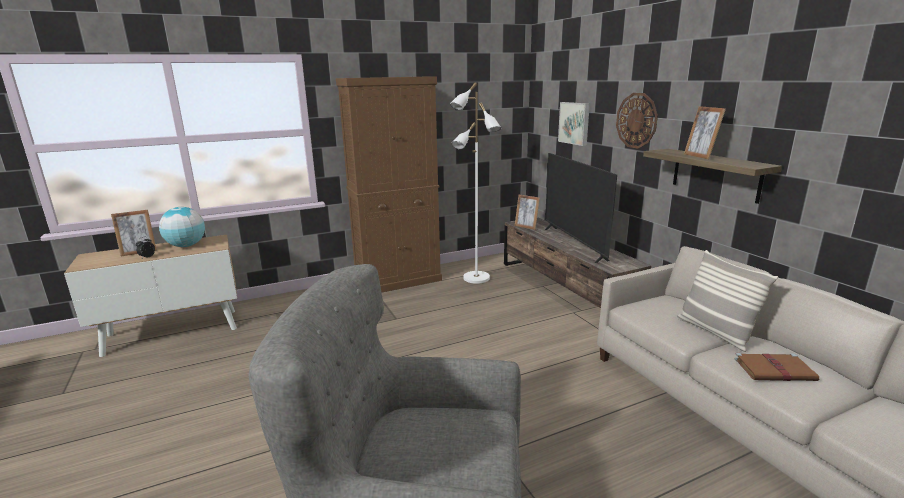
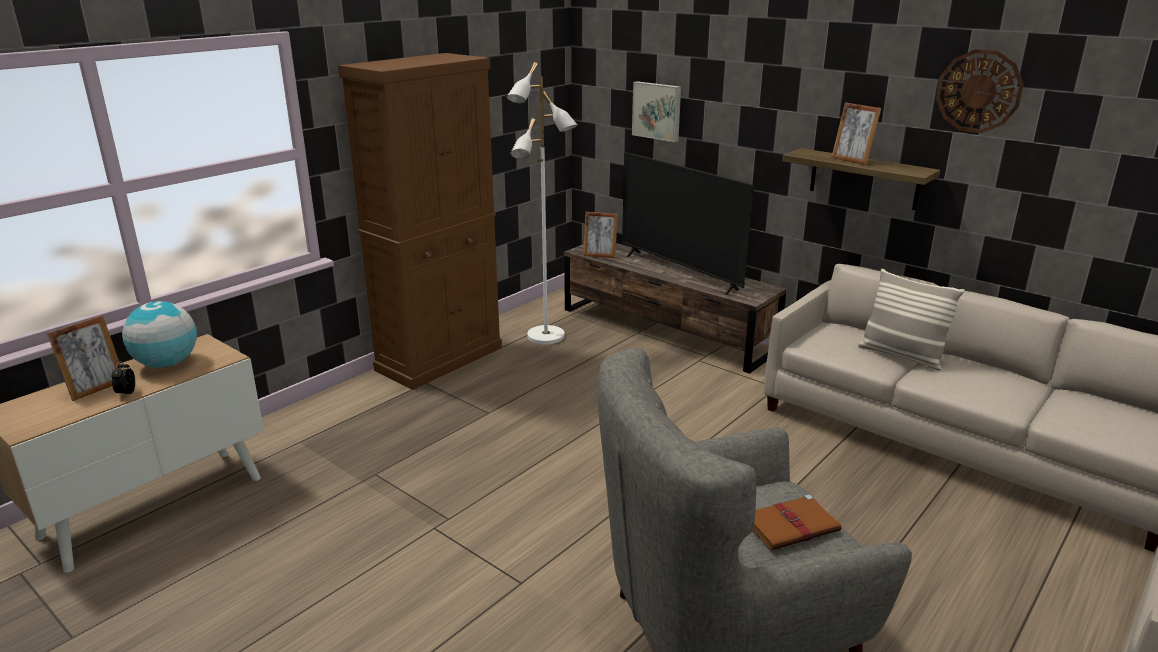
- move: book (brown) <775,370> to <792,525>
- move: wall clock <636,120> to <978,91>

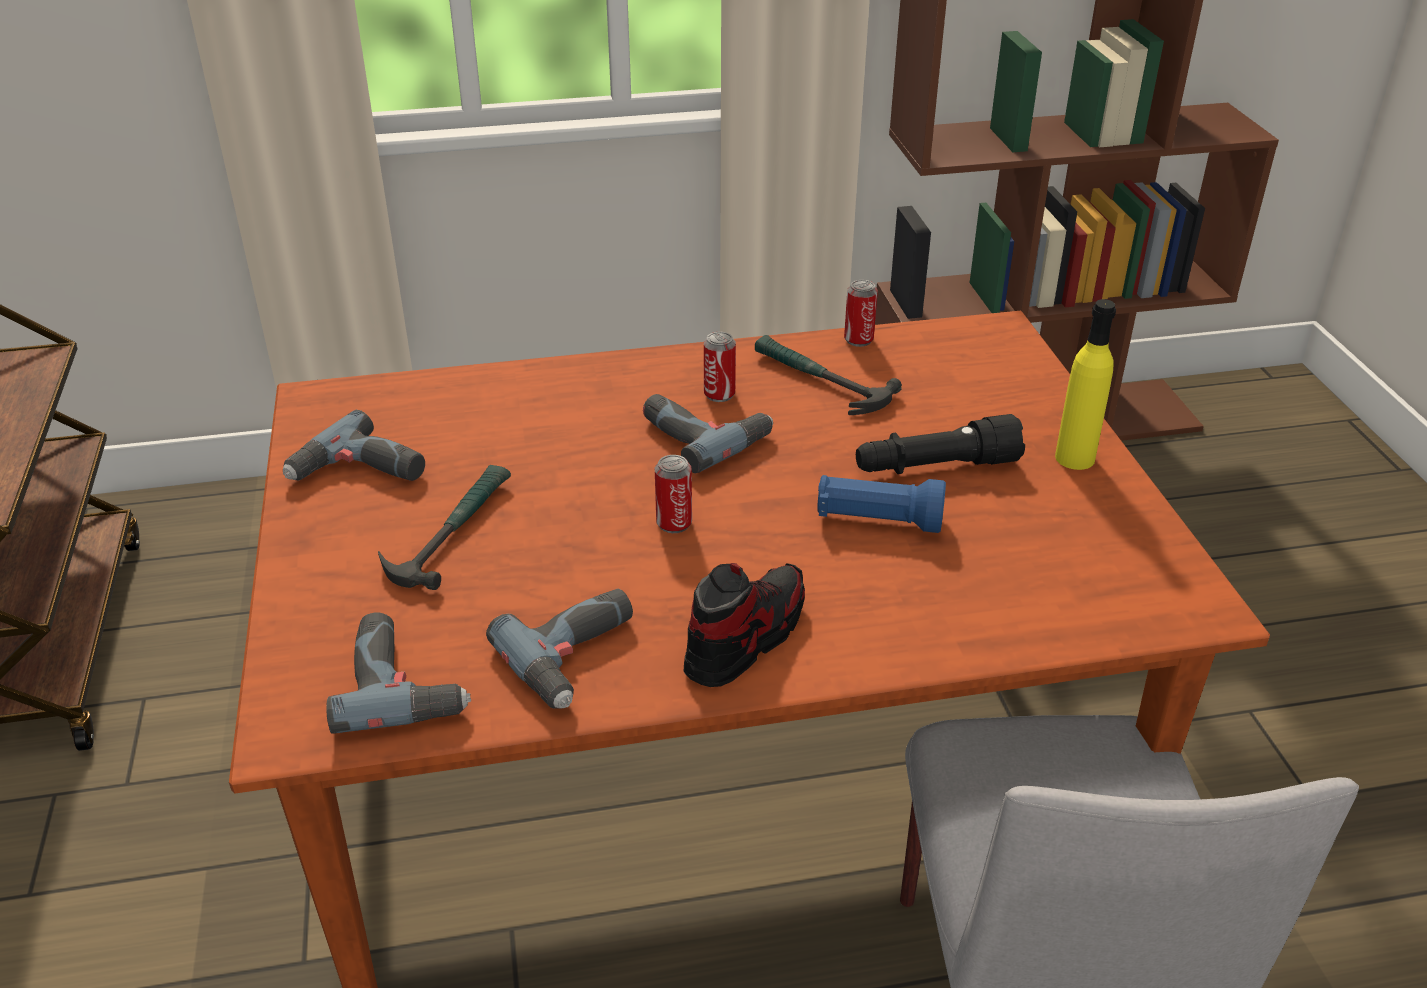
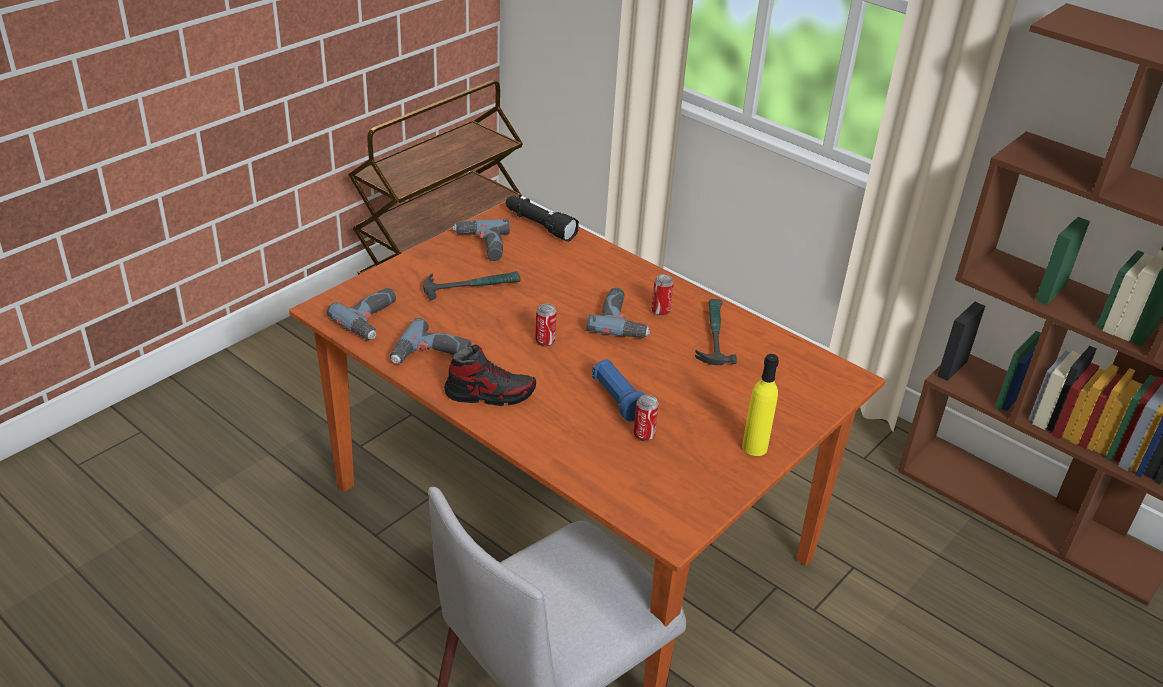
- move: flashlight (black) <935,467> to <539,225>
- move: can <858,340> to <644,435>

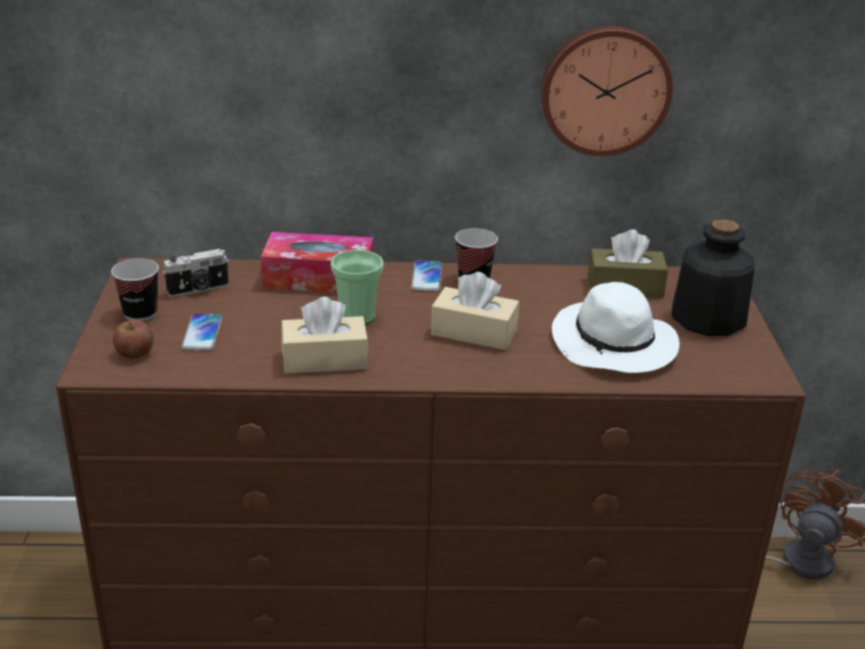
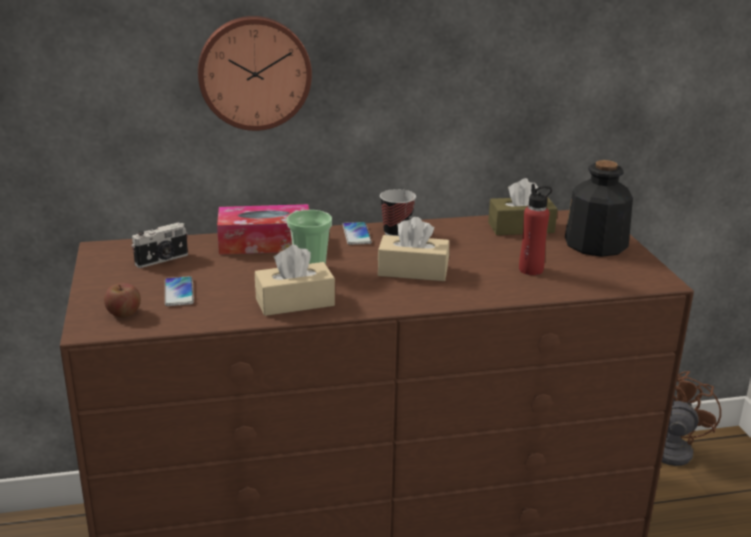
- move: wall clock <605,89> to <254,72>
- replace: hat (white) <614,345> to bottle (red) <531,270>
- delete: cup <140,313>

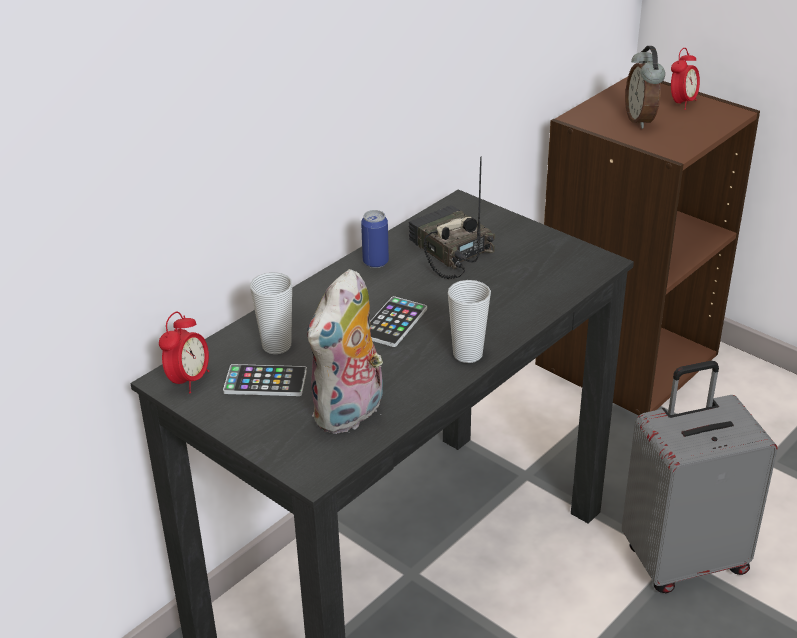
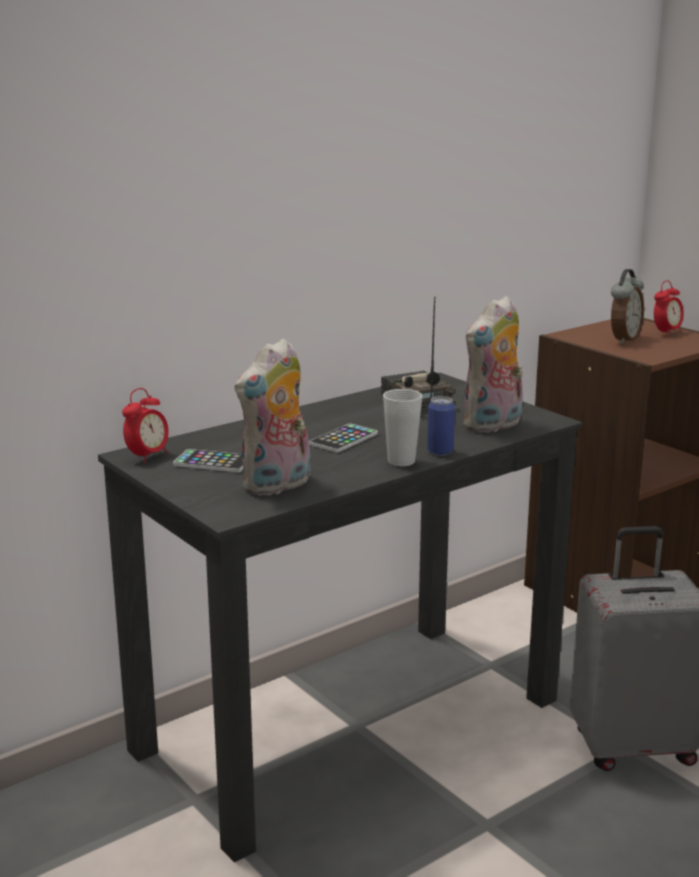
- move: can <375,262> to <440,452>
- insert: plush toy <493,425>
- rotate: alarm clock <641,120> = <623,339> 150 degrees counterclockwise
- delete: cup <276,346>

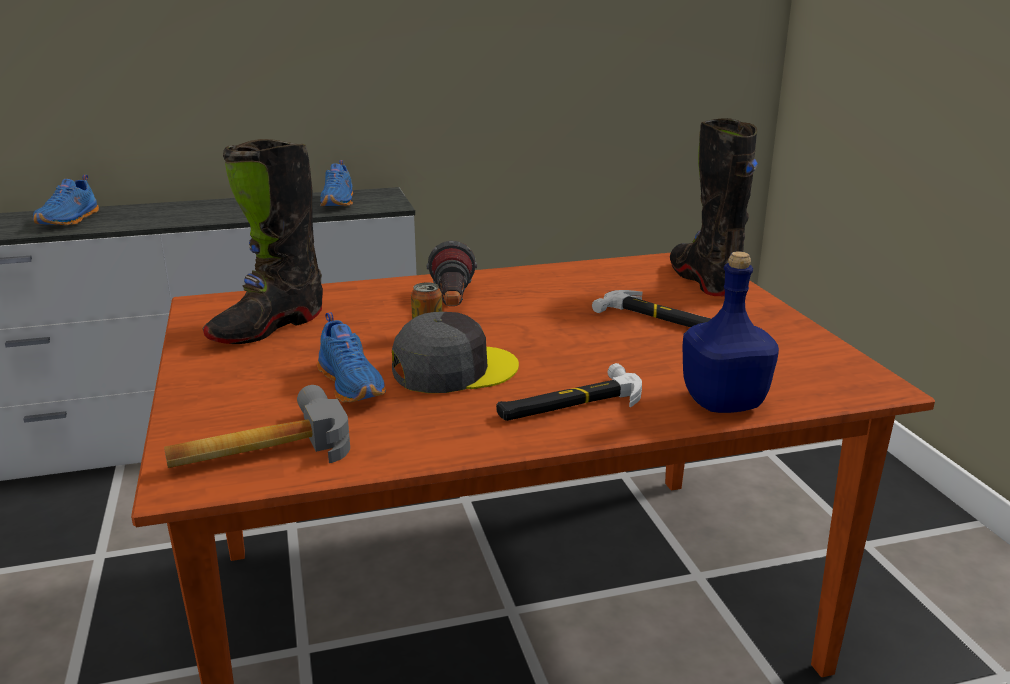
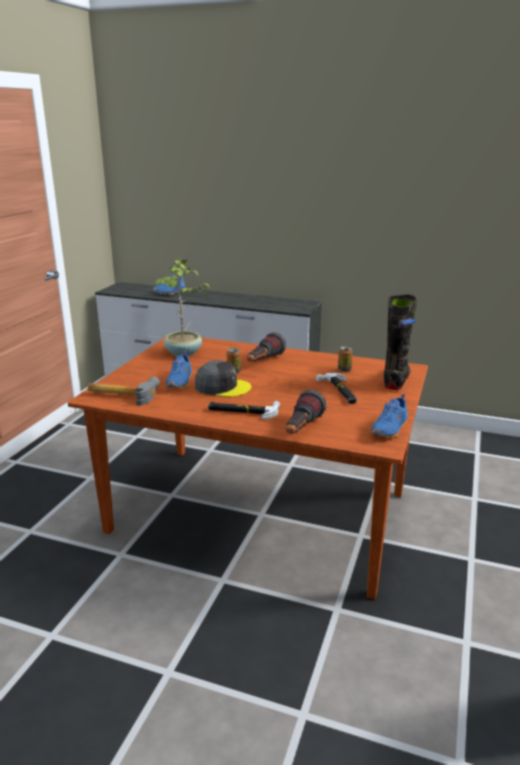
- replace: boot (black) <267,328> to potted plant <183,353>
- replace: bottle (blue) <721,403> to flashlight <301,429>
- insert: can <344,370>
- move: shoe (blue) <339,202> to <390,429>

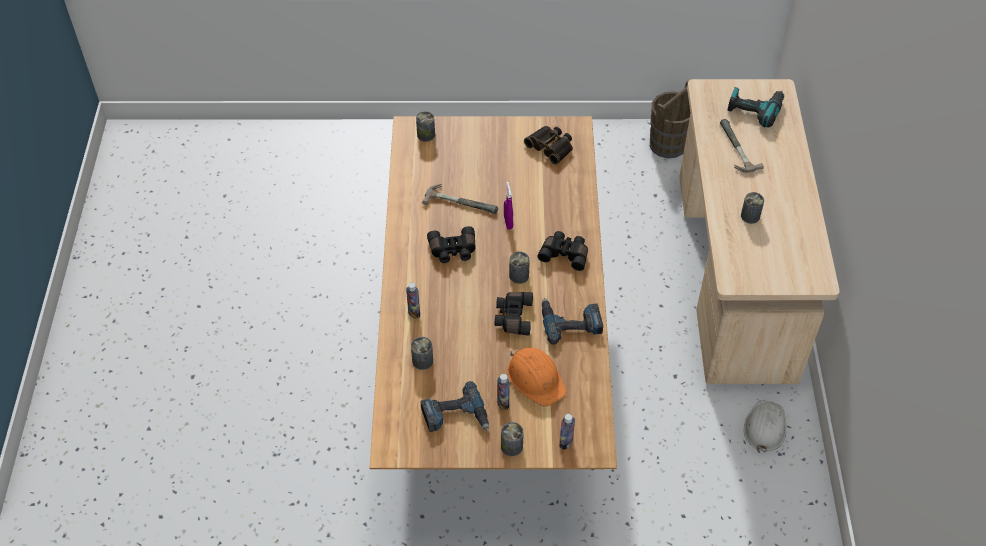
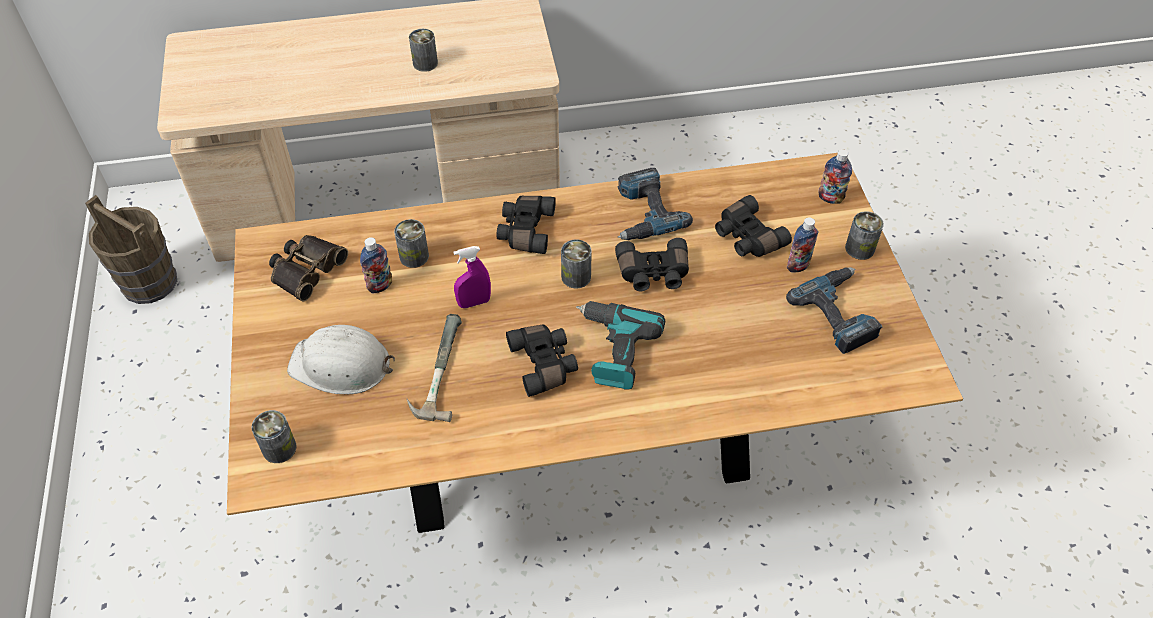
- move: hard hat (white) <764,427> to <341,365>
- move: bottle <414,312> to <380,285>
- move: can <422,361> to <414,256>
- move: power drill <754,109> to <613,350>
- replace: hard hat (orange) <535,378> to binoculars (black) <747,237>
- delete: hammer <733,148>

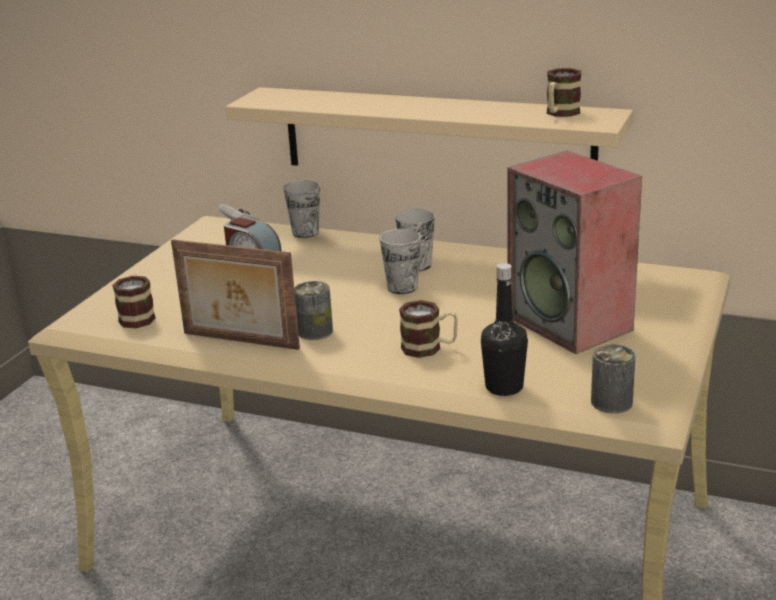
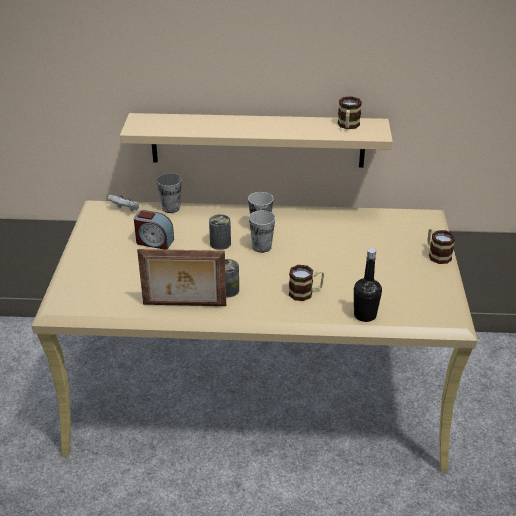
- move: can <611,402> to <220,243>
- move: mug <137,316> to <437,254>
- delete: speaker <572,323>

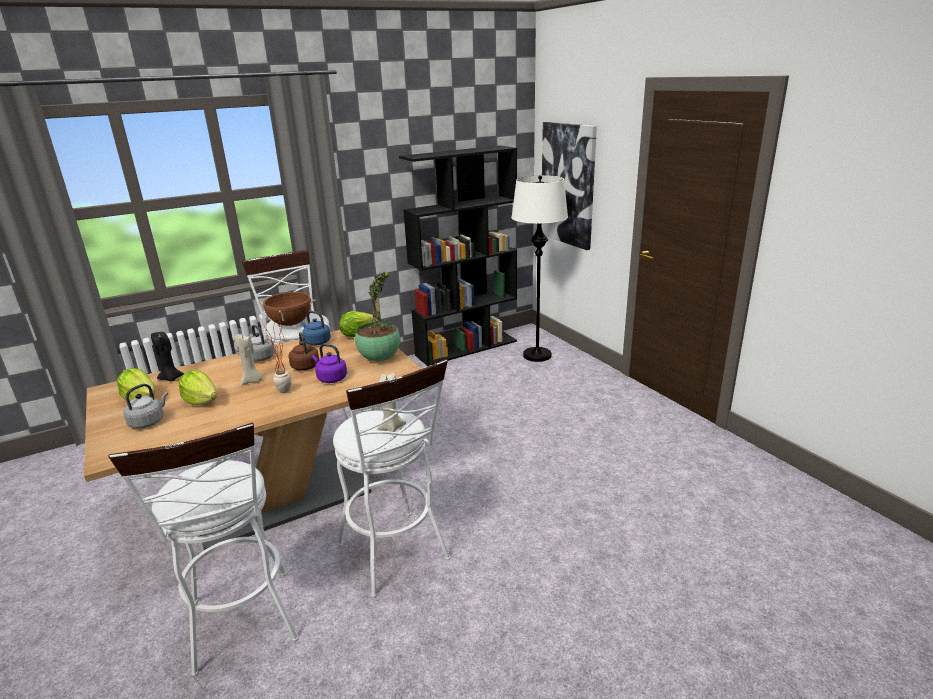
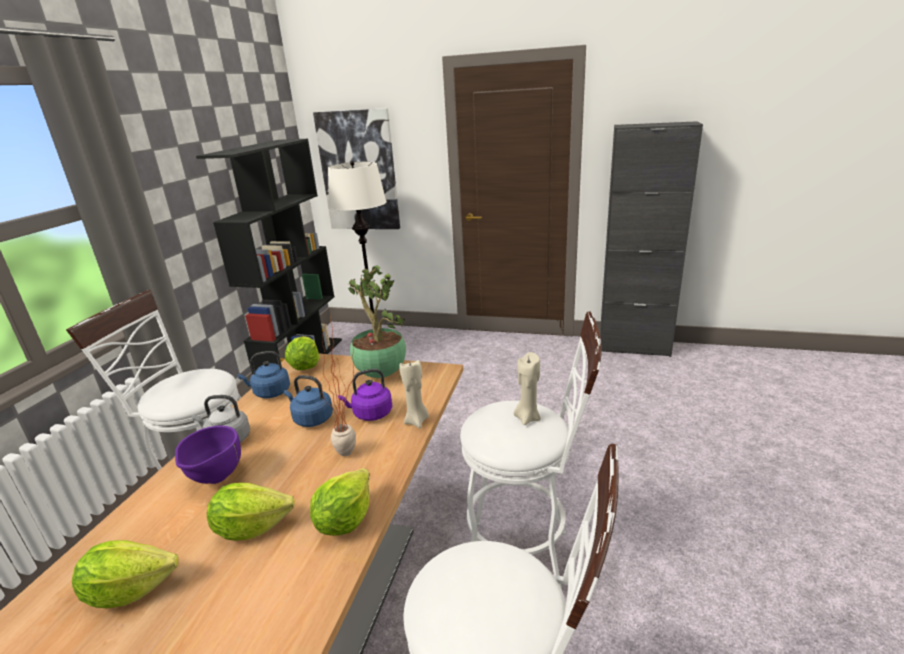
- insert: bowl (purple) <215,479>
- recolor: kettle (brown) <305,366> to kettle (blue) <311,419>
- insert: lettuce <345,520>
- move: candle (beige) <252,381> to <417,421>
- insert: cabinet (black) <634,347>
- delete: kettle (grey) <148,421>
- delete: candle (black) <171,378>
- delete: cooking pot (brown) <291,324>

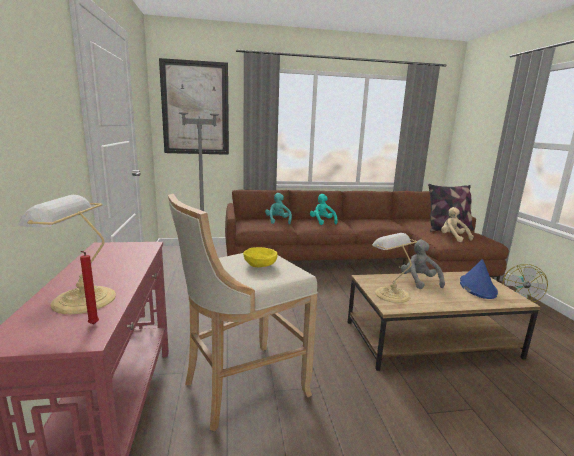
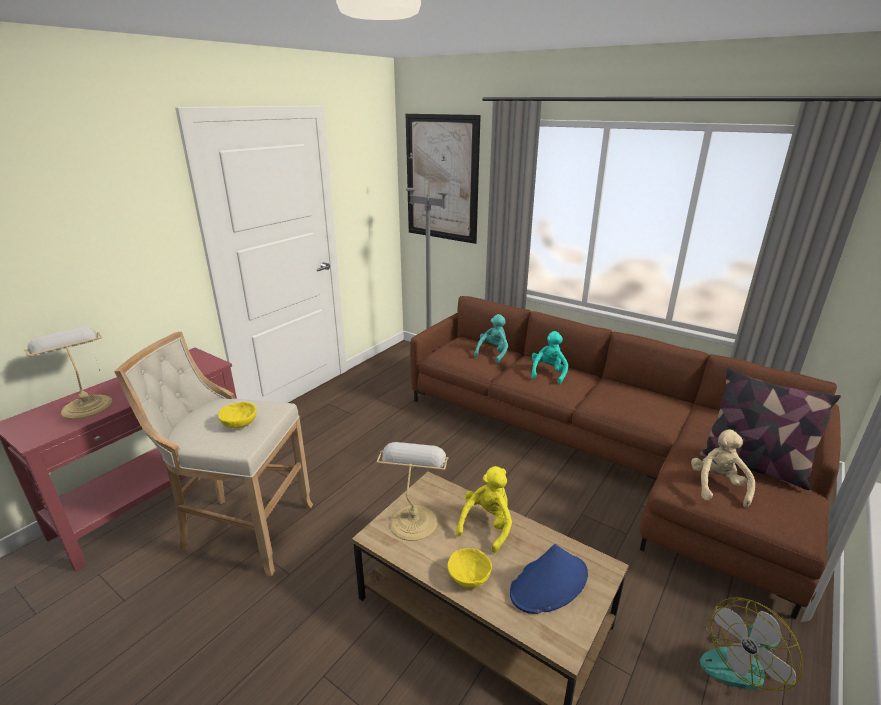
- insert: bowl (yellow) <469,577>
- recolor: plush toy (grey) <419,281> to plush toy (yellow) <487,525>
- delete: candle (red) <93,325>

